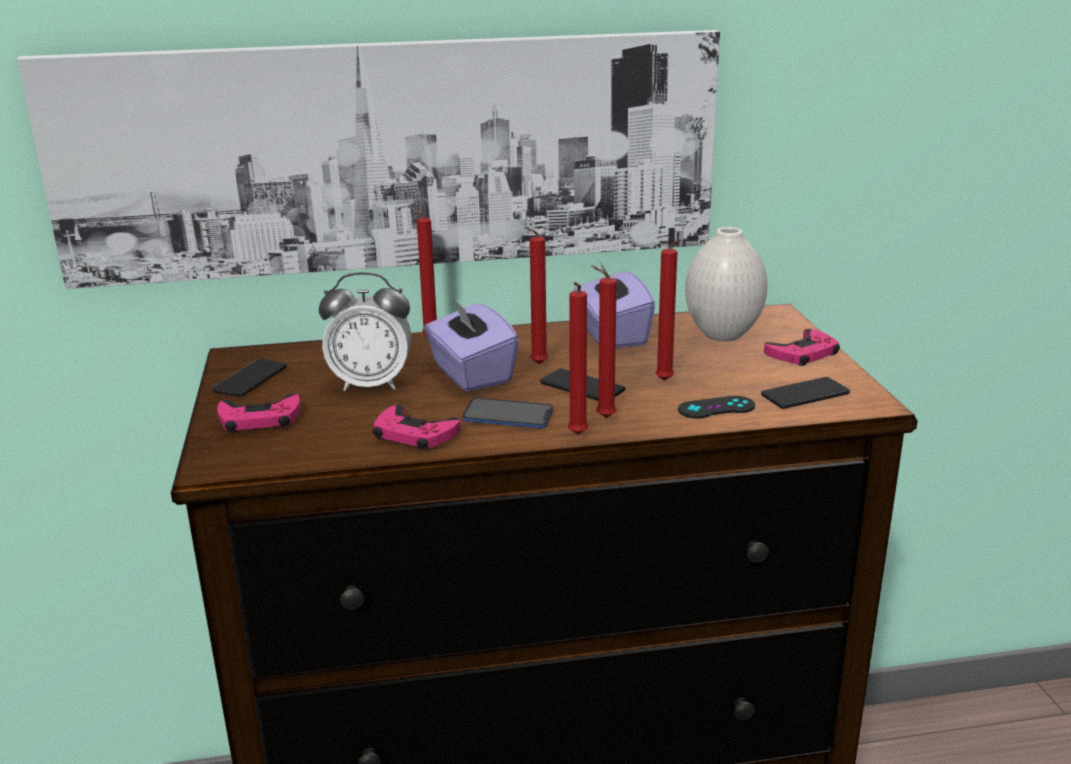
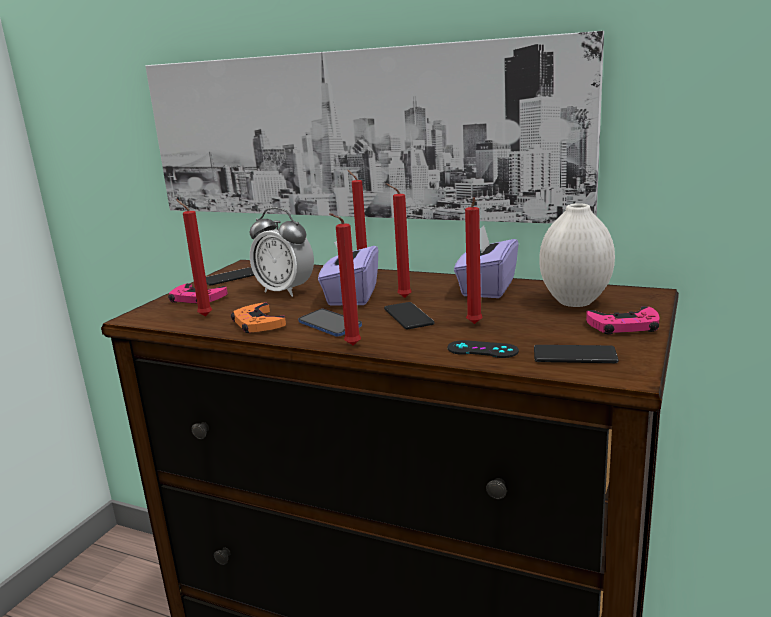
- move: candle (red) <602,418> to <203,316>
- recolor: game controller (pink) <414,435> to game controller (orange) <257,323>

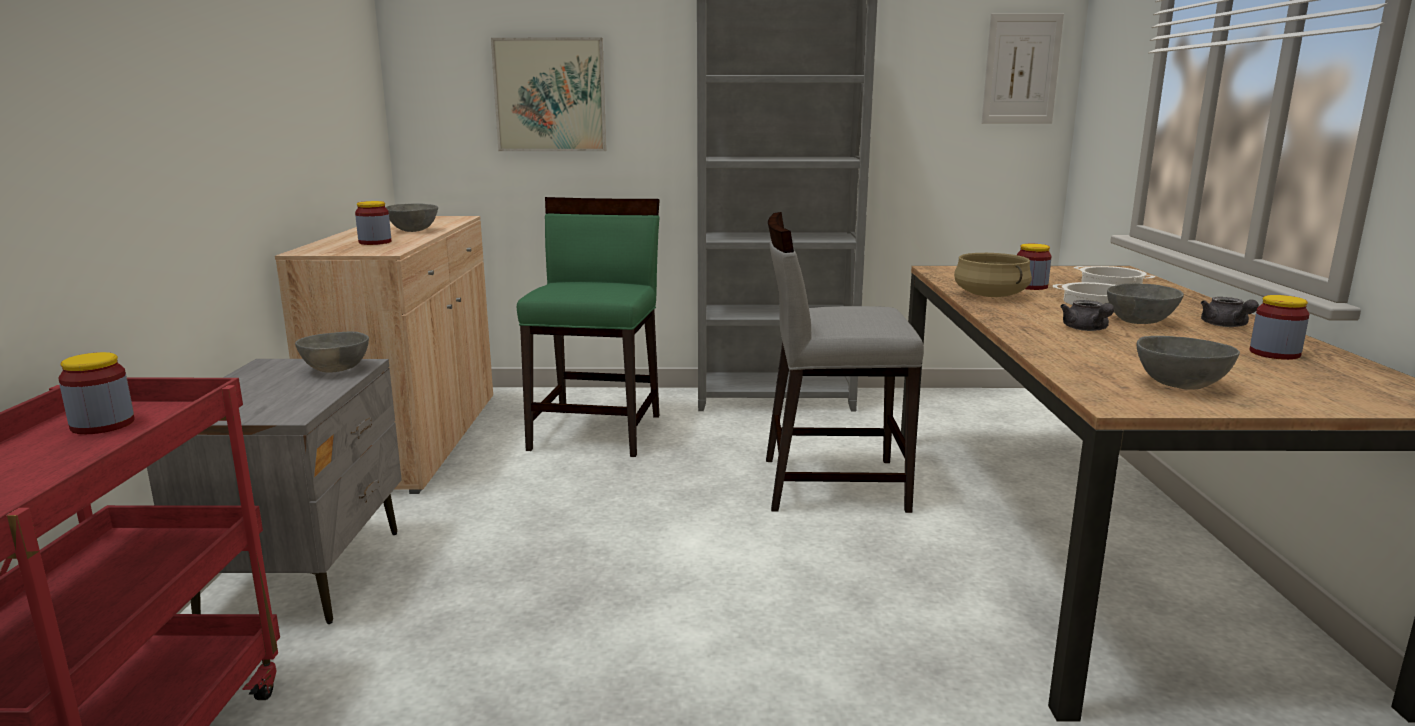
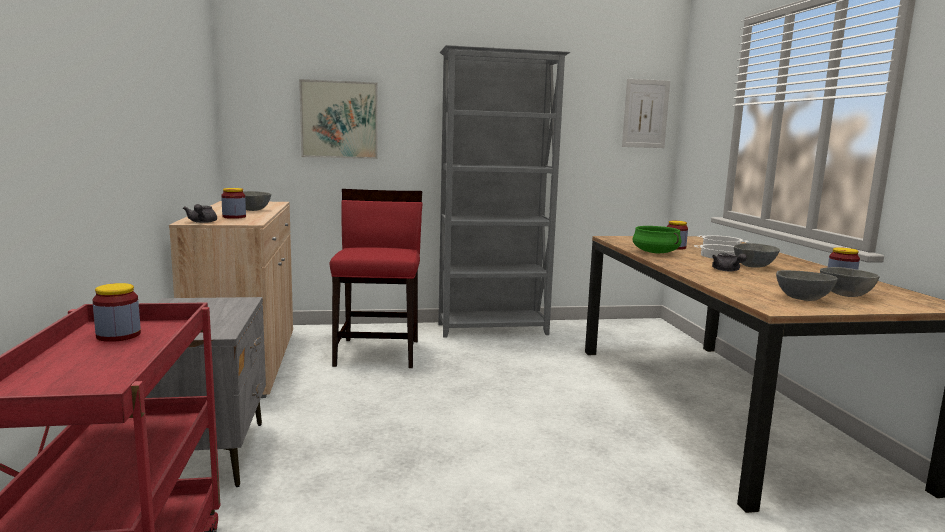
- move: teapot (grey) <1226,326> to <202,222>
- recolor: chair (green) <597,431> to chair (red) <378,352>
- recolor: cooking pot (beige) <991,295> to cooking pot (green) <656,252>
- move: bowl (grey) <334,370> to <845,295>
- delete: chair (grey) <831,483>

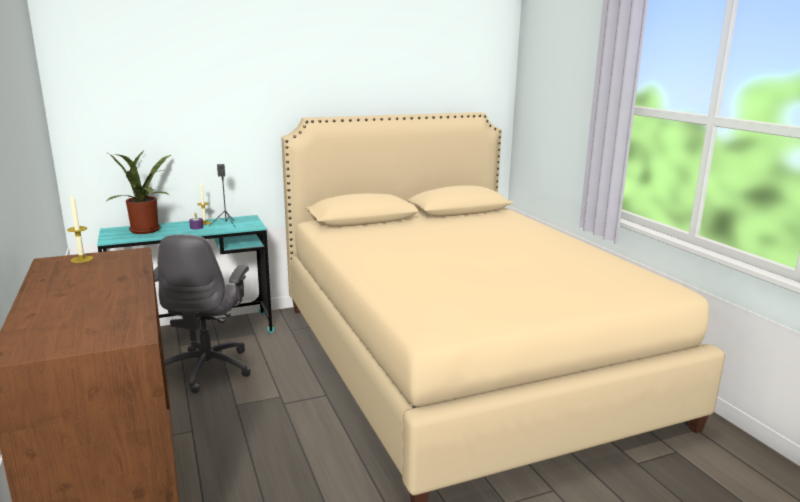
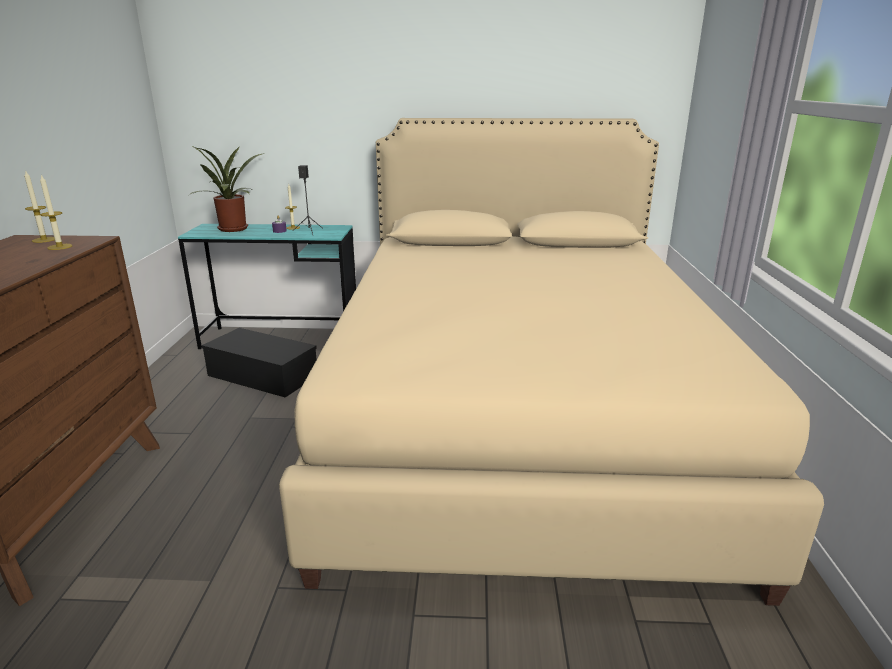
- insert: candle <60,247>
- replace: office chair (grey) <208,368> to storage box (black) <260,376>

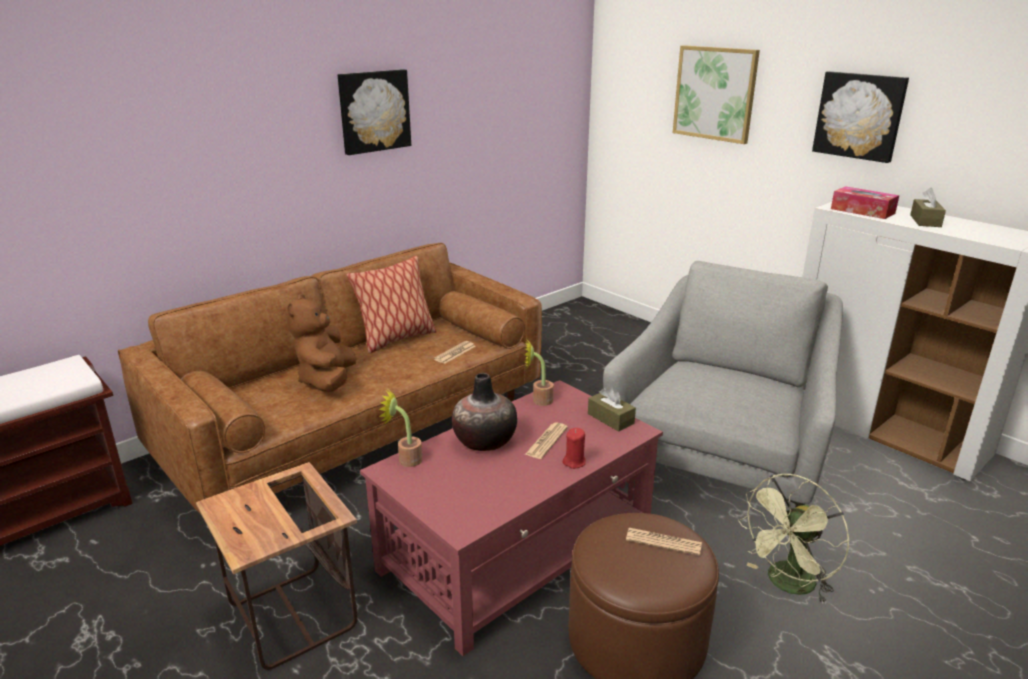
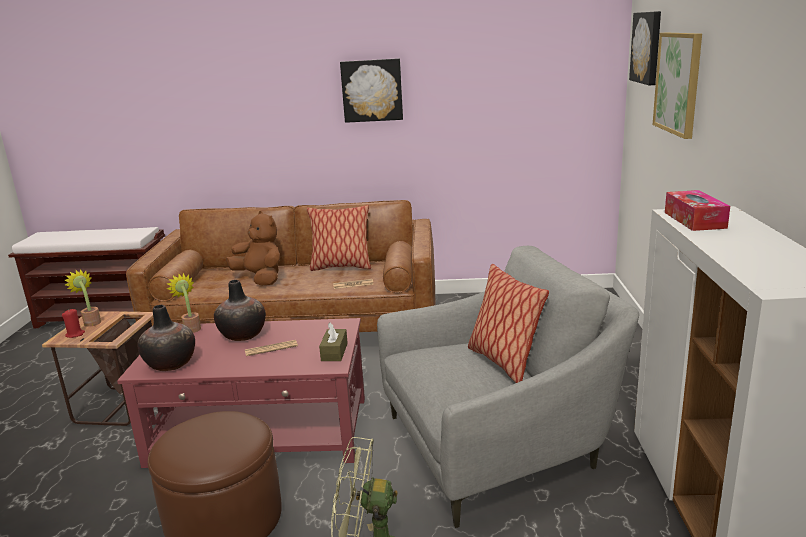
- move: candle (red) <574,462> to <75,334>
- move: potted plant <538,400> to <91,322>
- insert: vase <171,364>
- rotate: plush toy (brown) <327,381> = <260,279> 90 degrees clockwise
- insert: pillow <503,362>
- move: picture <860,116> to <647,47>
- delete: newspaper <663,542>
- delete: tissue box (brown) <925,221>

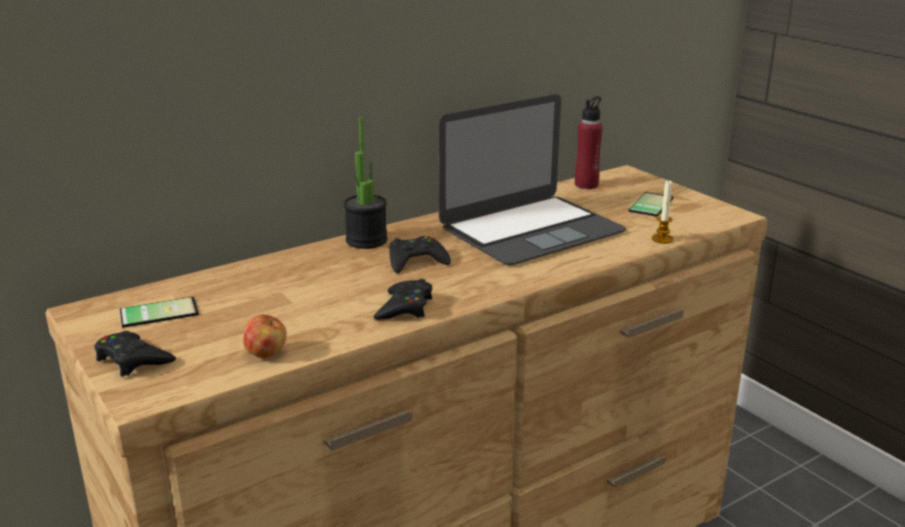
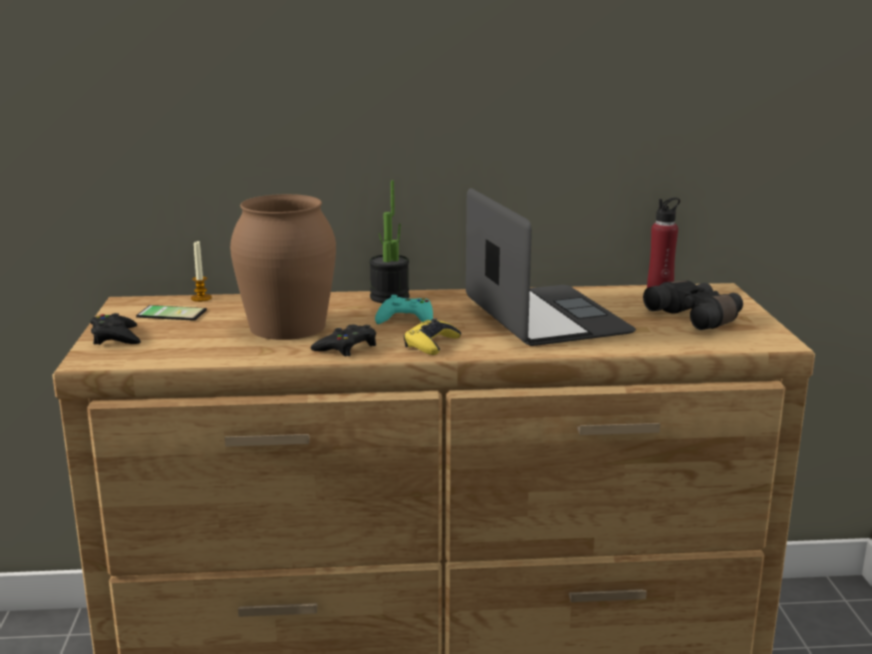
- move: candle <662,239> to <201,298>
- insert: vase (brown) <288,326>
- recolor: game controller (black) <416,261> to game controller (turquoise) <406,319>
- insert: game controller (yellow) <431,344>
- rotate: laptop <531,229> = <545,316> 105 degrees counterclockwise
- replace: phone <648,204> to binoculars (black) <697,317>
- delete: apple <266,354>

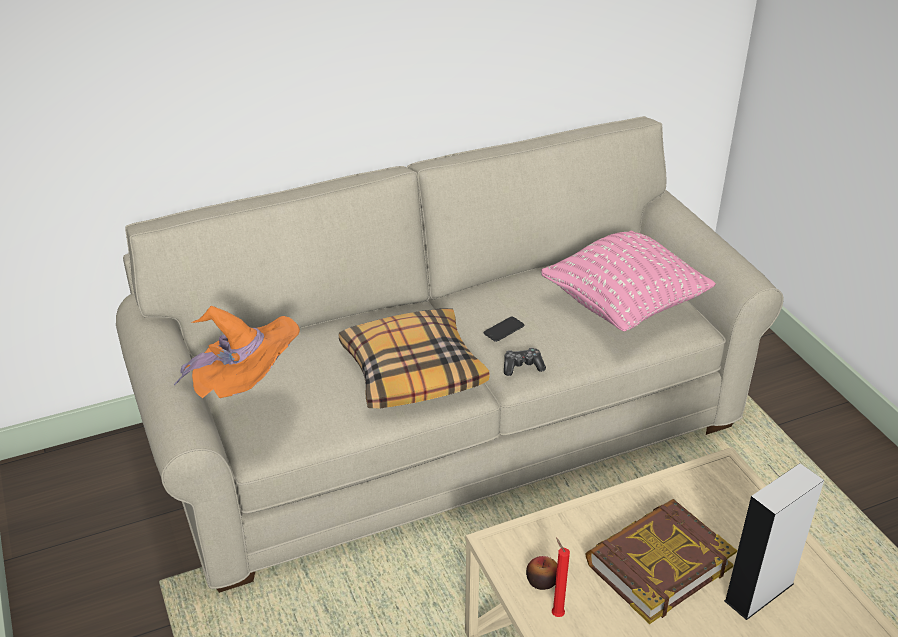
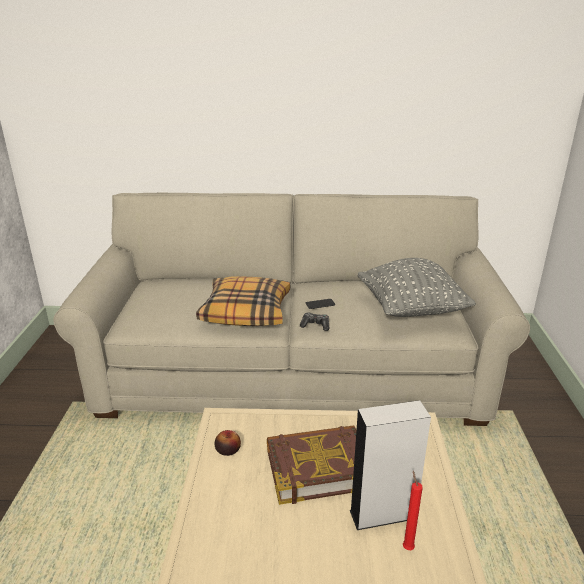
- recolor: pillow (pink) <623,306> to pillow (grey) <411,310>
- move: candle (red) <556,613> to <407,547>
- delete: hat (orange) <246,386>

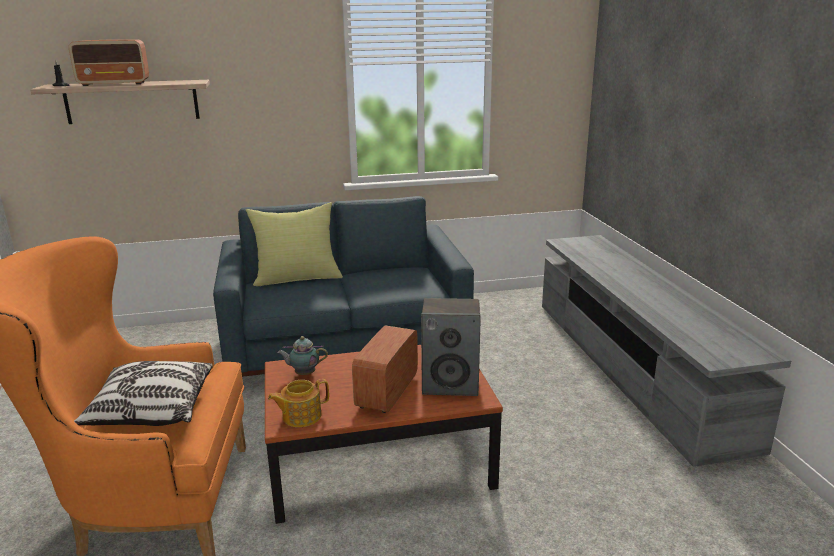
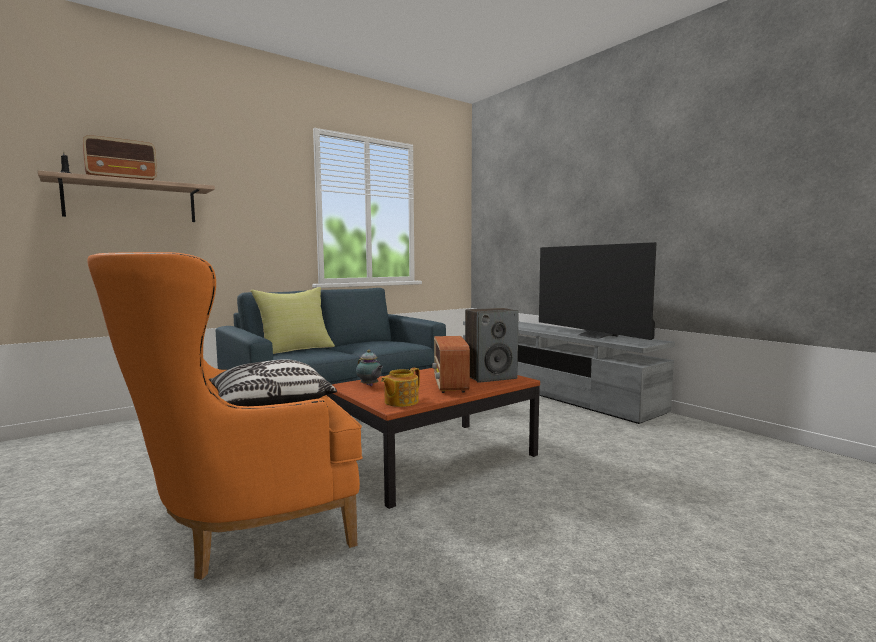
- rotate: teapot <303,373> = <370,386> 105 degrees counterclockwise
- insert: television <594,336>

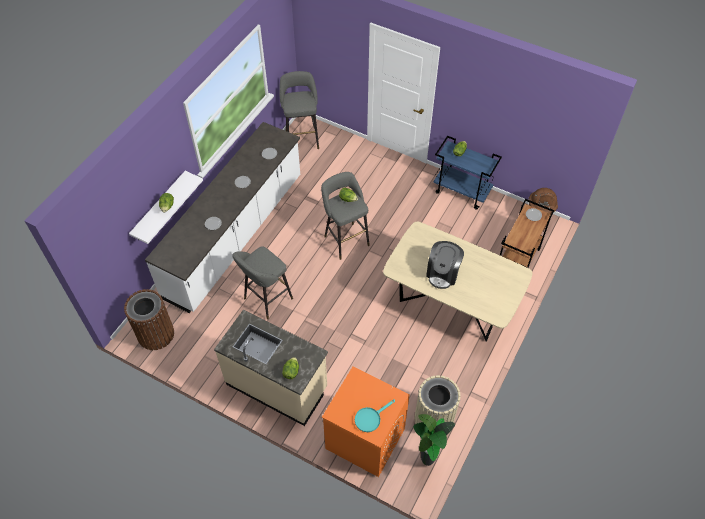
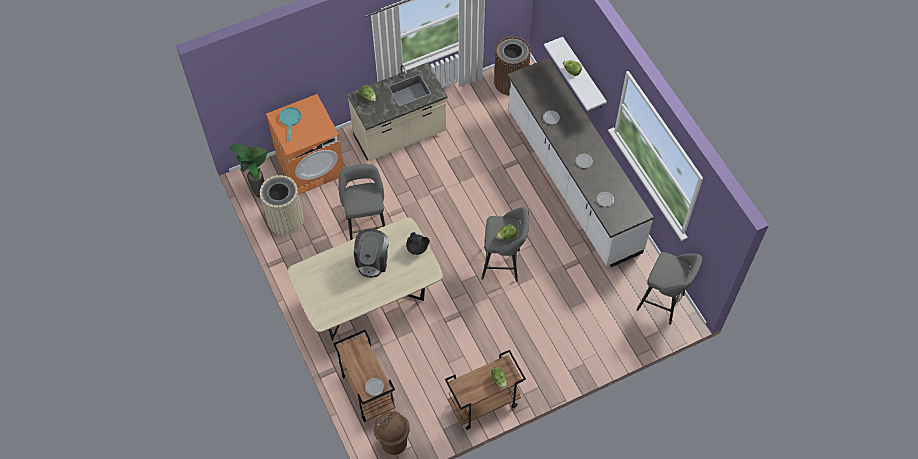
- move: stool (grey) <266,300> to <366,227>
- rotate: coffee machine <443,273> = <372,260> 135 degrees counterclockwise
- insert: teapot (black) <417,248>
- recolor: cart (blue) <462,191> to cart (brown) <483,405>

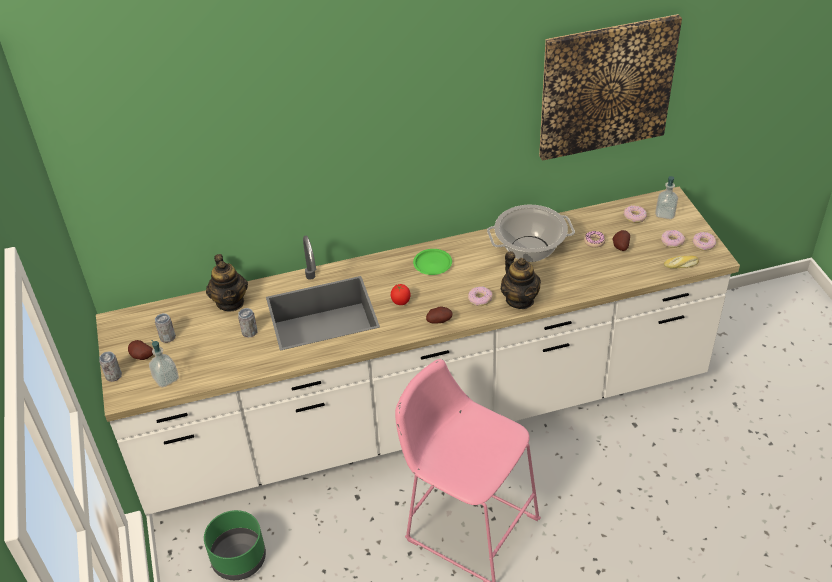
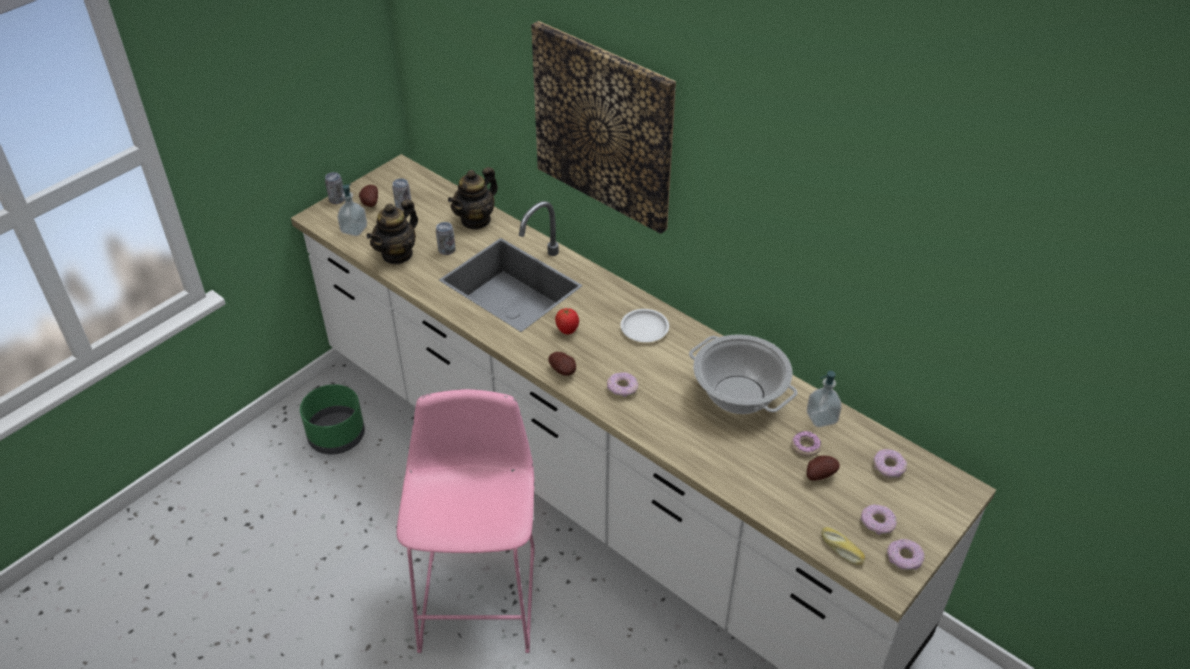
- move: teapot <520,299> to <397,254>
- move: picture <606,87> to <604,126>
- recolor: plate (green) <432,264> to plate (white) <645,328>
- move: soap dispenser <665,213> to <821,418>

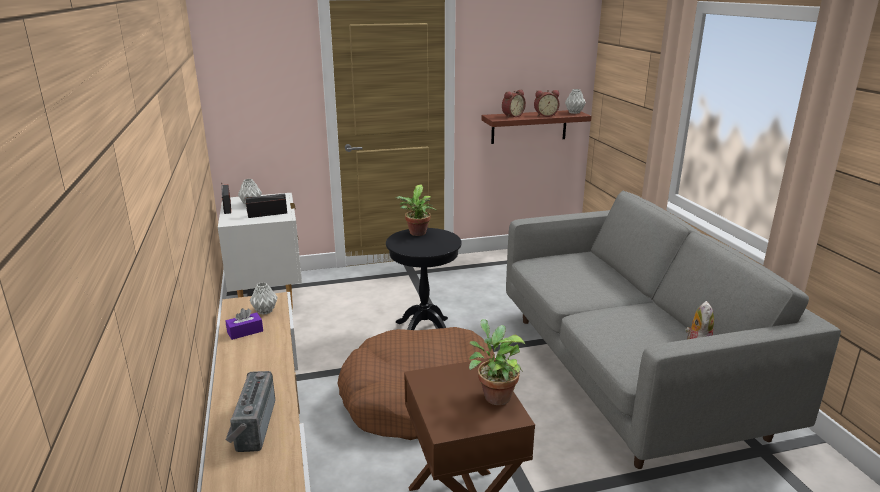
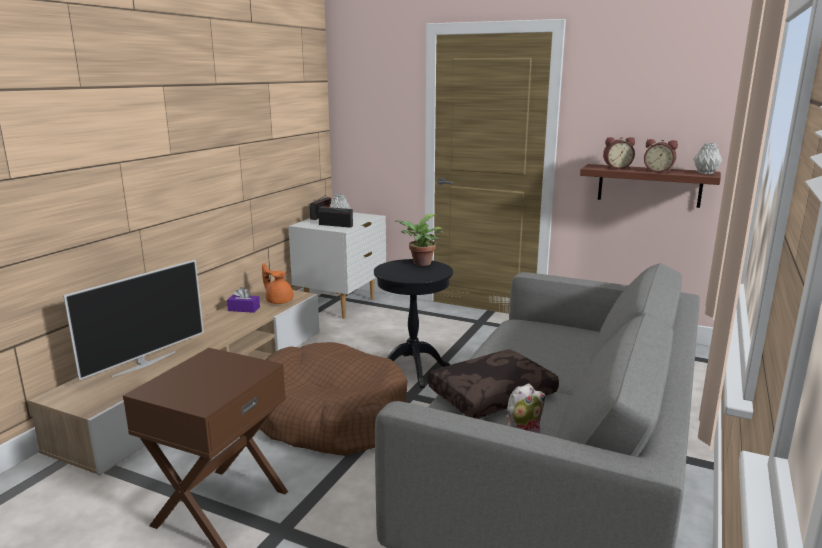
- replace: radio <251,426> to television <144,363>
- replace: vase (grey) <265,311> to teapot (orange) <278,301>
- insert: pillow (brown) <491,394>
- delete: potted plant <494,395>

